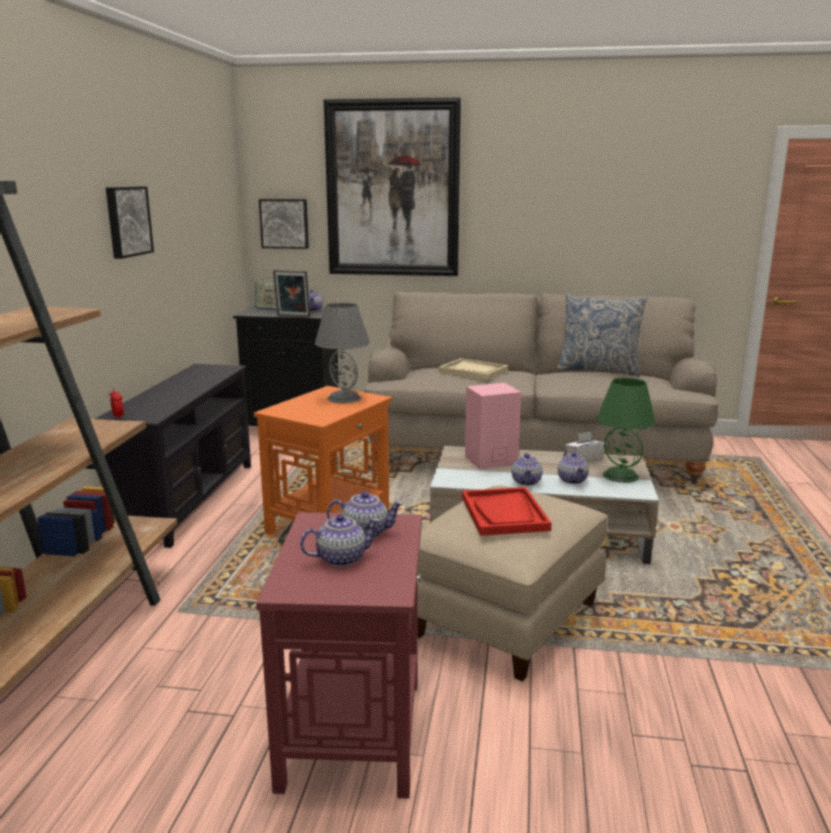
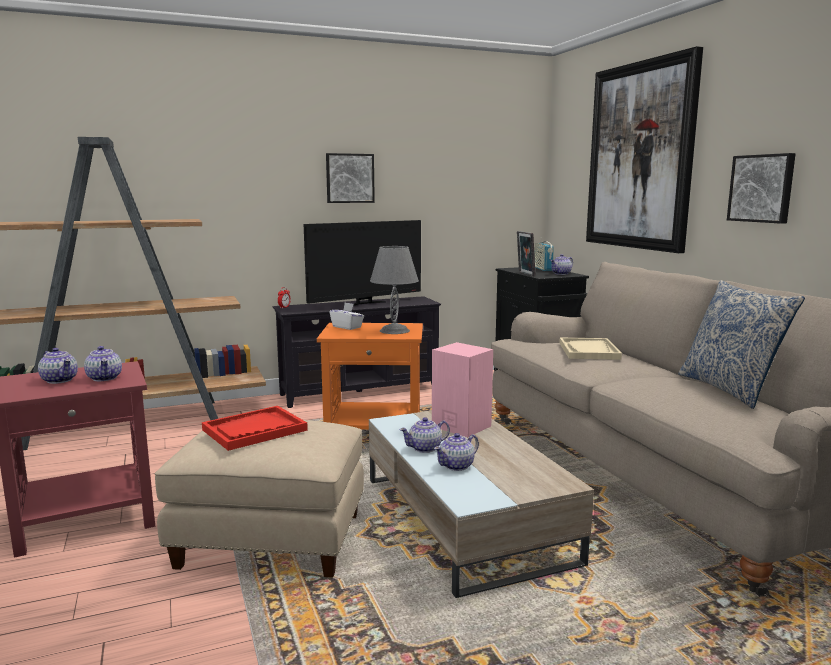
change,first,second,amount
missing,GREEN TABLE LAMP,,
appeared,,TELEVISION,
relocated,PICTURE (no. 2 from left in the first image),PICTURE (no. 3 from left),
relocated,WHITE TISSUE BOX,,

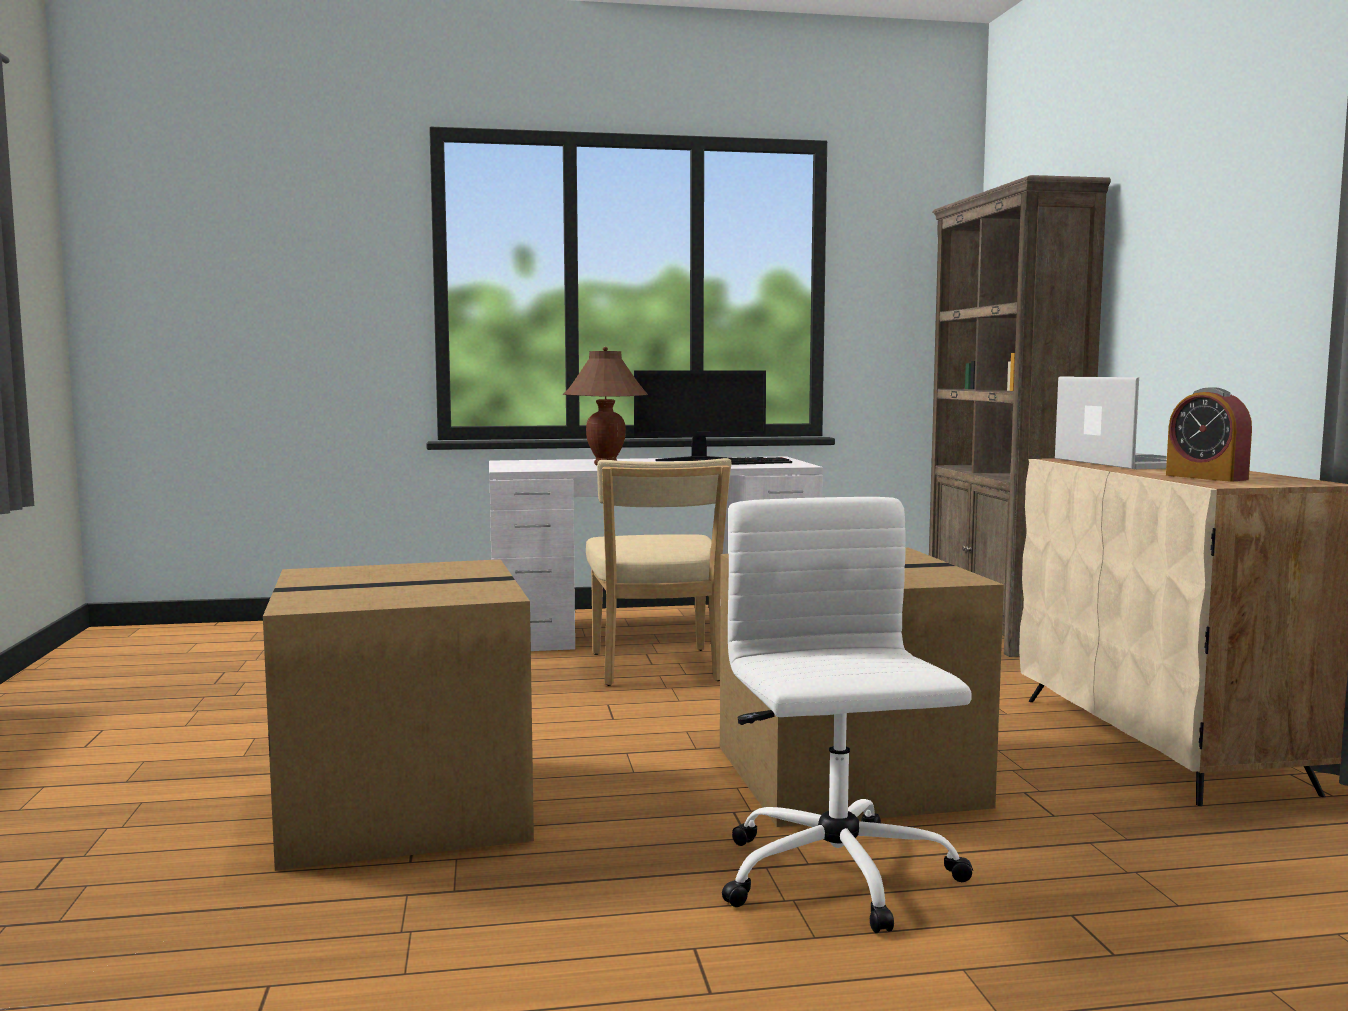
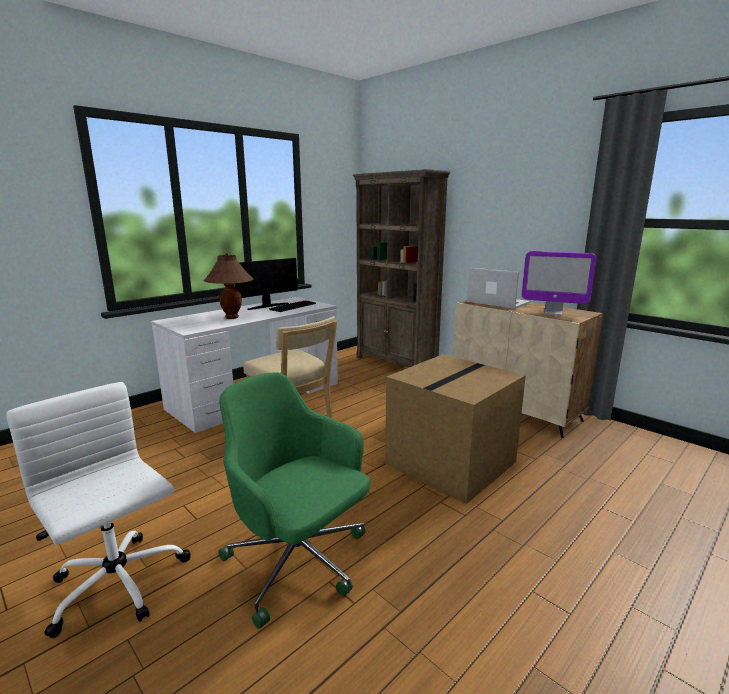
change,first,second,amount
relocated,WHITE OFFICE CHAIR,,
exchanged,CARDBOARD BOX (no. 1 from left),GREEN OFFICE CHAIR,
exchanged,ALARM CLOCK,MONITOR (no. 2 from left),

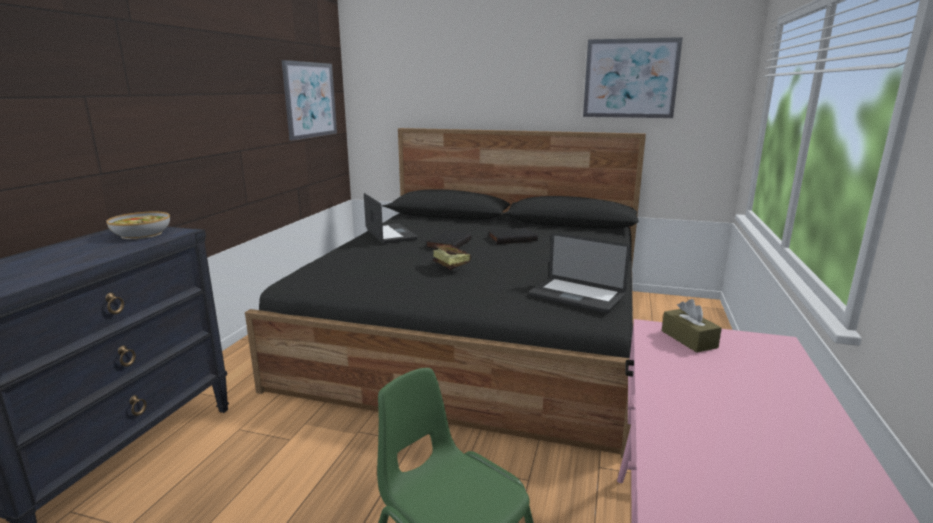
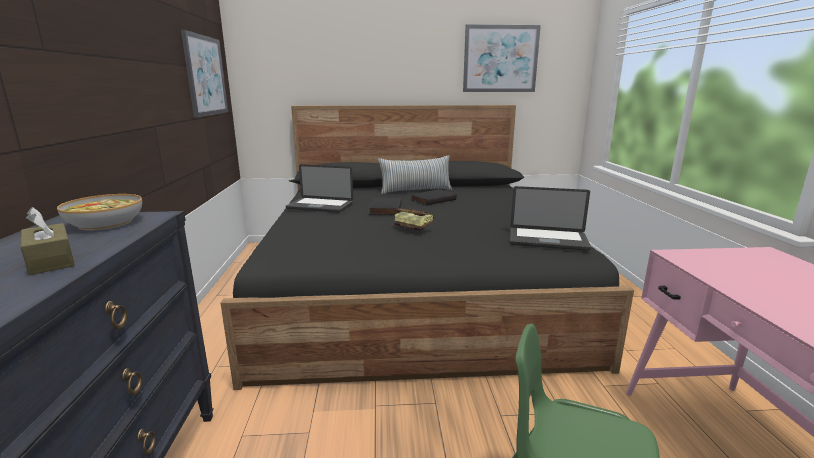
change,first,second,amount
appeared,,PILLOW,
relocated,BROWN TISSUE BOX,,
spun,LAPTOP (no. 1 from left),,150 degrees clockwise

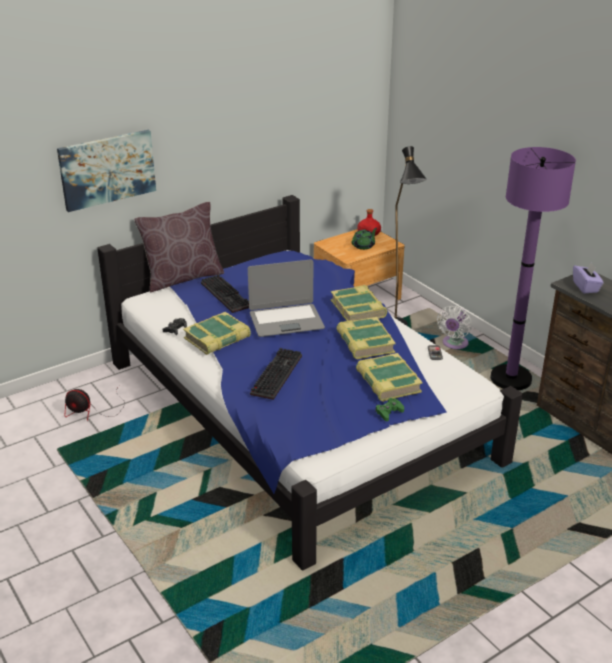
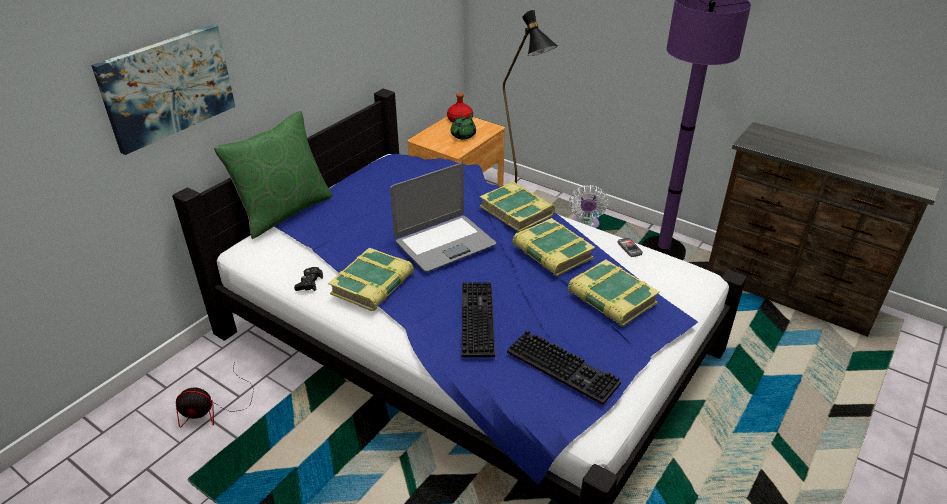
change,first,second,amount
missing,GREEN GAME CONTROLLER,,
missing,PURPLE TISSUE BOX,,
relocated,KEYBOARD (no. 1 from left in the first image),KEYBOARD (no. 2 from left),
colour,BROWN PILLOW,GREEN PILLOW,

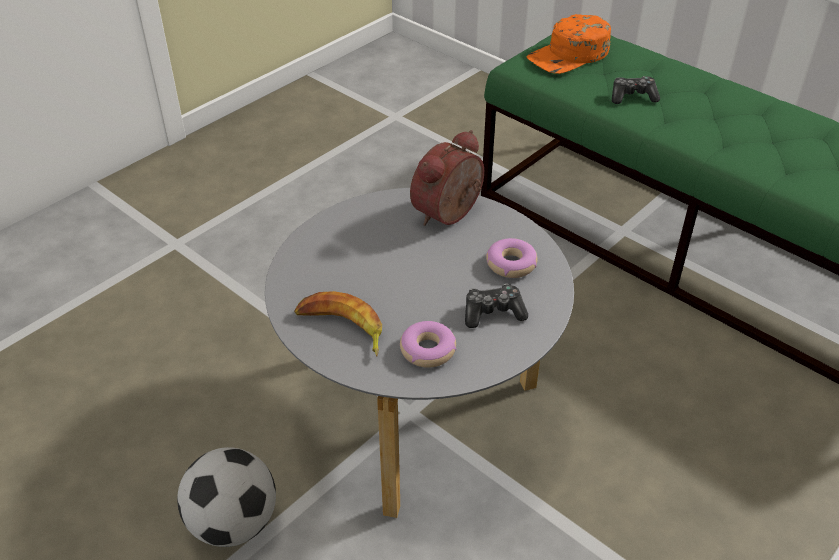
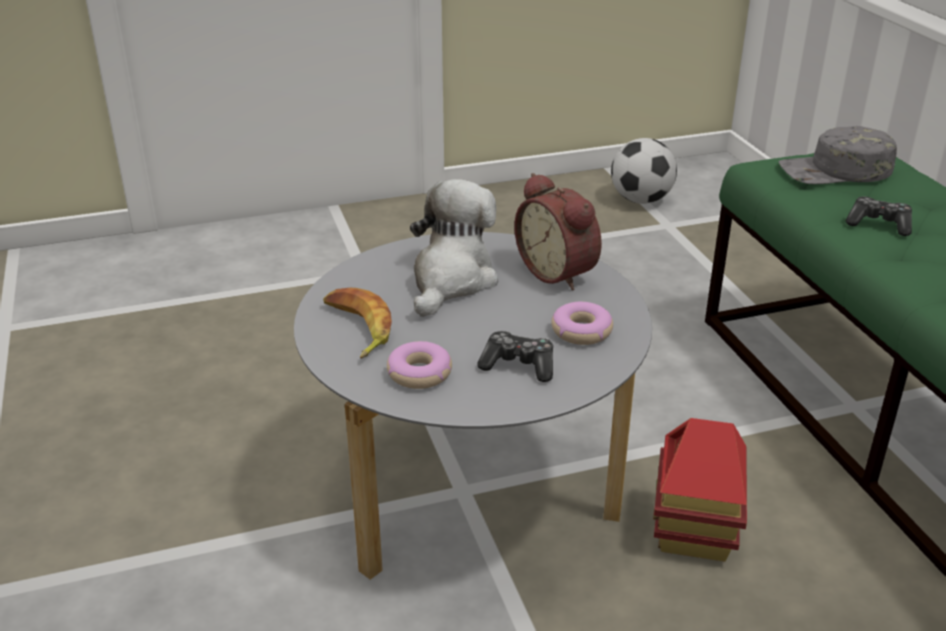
change,first,second,amount
appeared,,PLUSH TOY,
appeared,,TOY HOUSE,
relocated,FOOTBALL,,
colour,ORANGE CAP,GREY CAP,
spun,ALARM CLOCK,,105 degrees counterclockwise

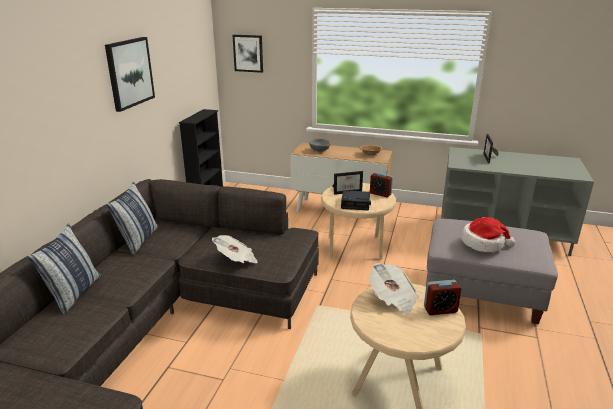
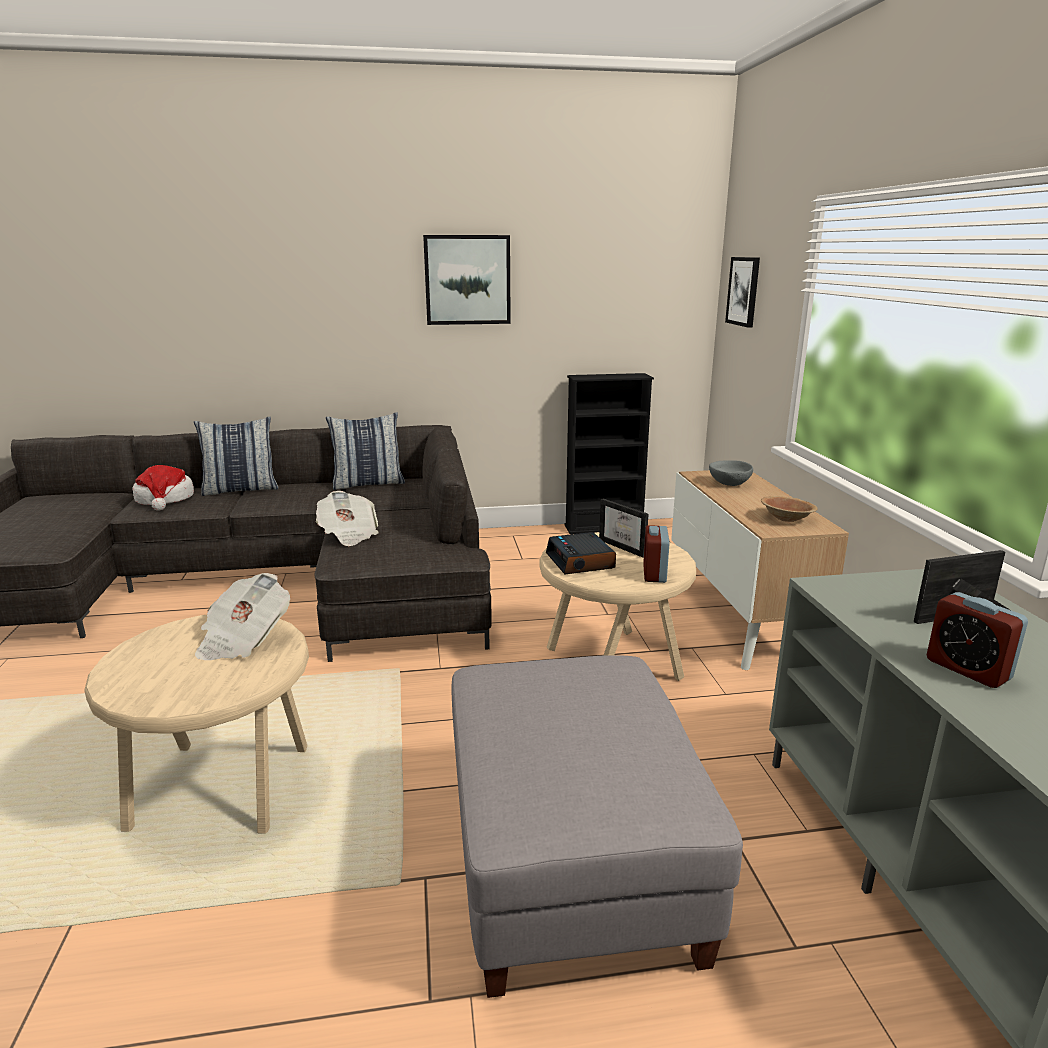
change,first,second,amount
relocated,ALARM CLOCK (no. 3 from left),,
relocated,HAT,,

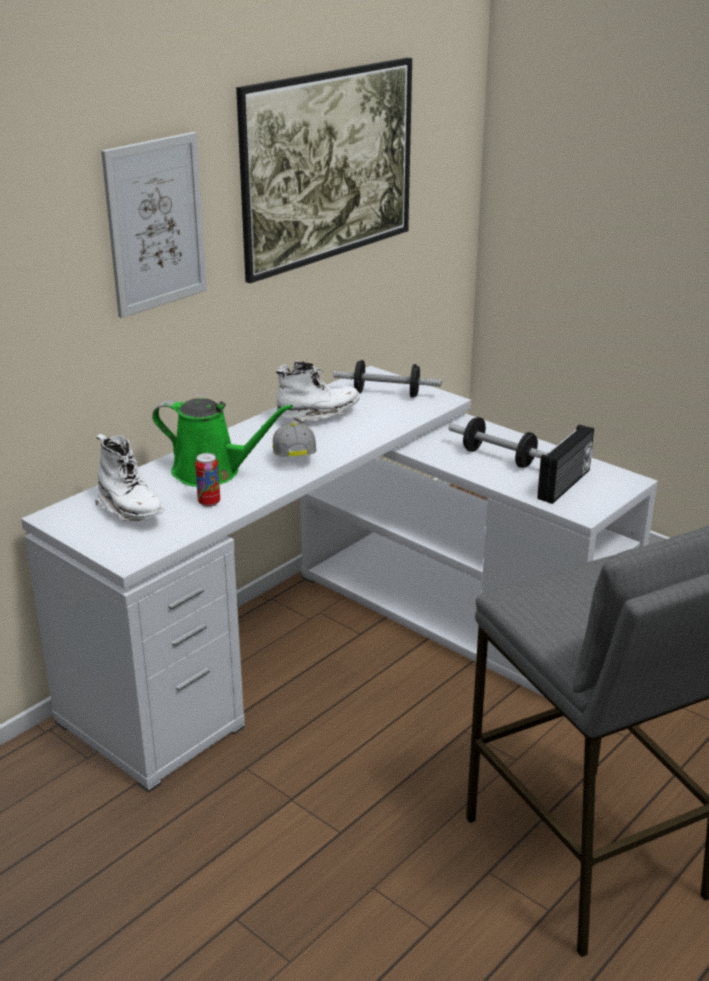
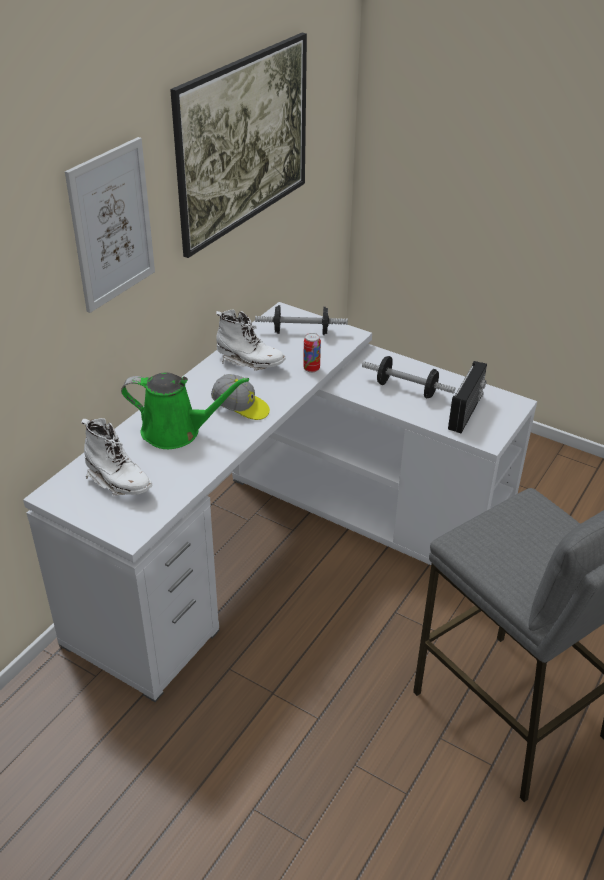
change,first,second,amount
relocated,CAN,,
spun,CAP,,135 degrees clockwise
spun,WHITE BOOT (no. 2 from left),,60 degrees clockwise

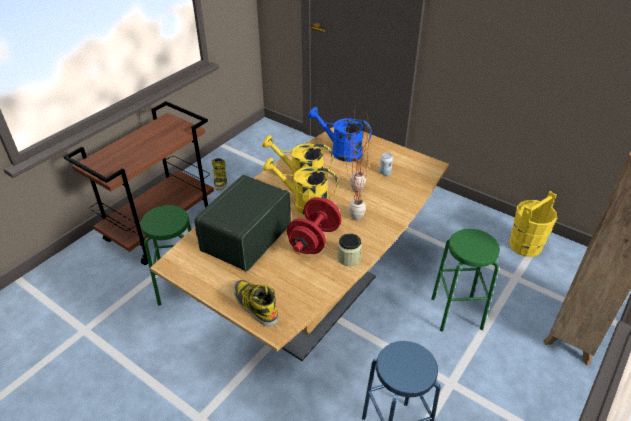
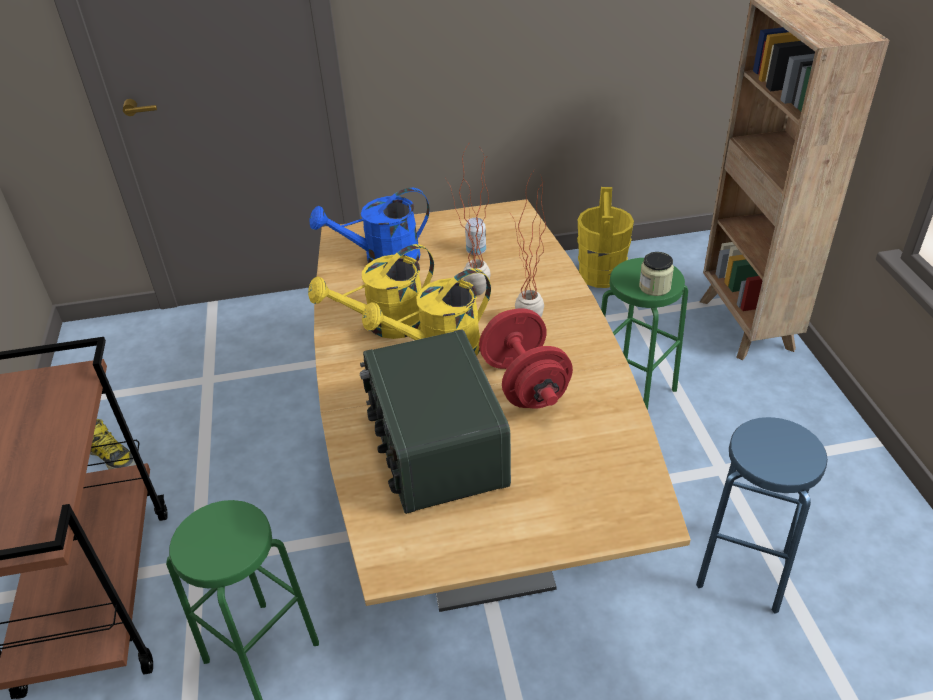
change,first,second,amount
missing,BOOT (no. 2 from left),,
relocated,JAR,,

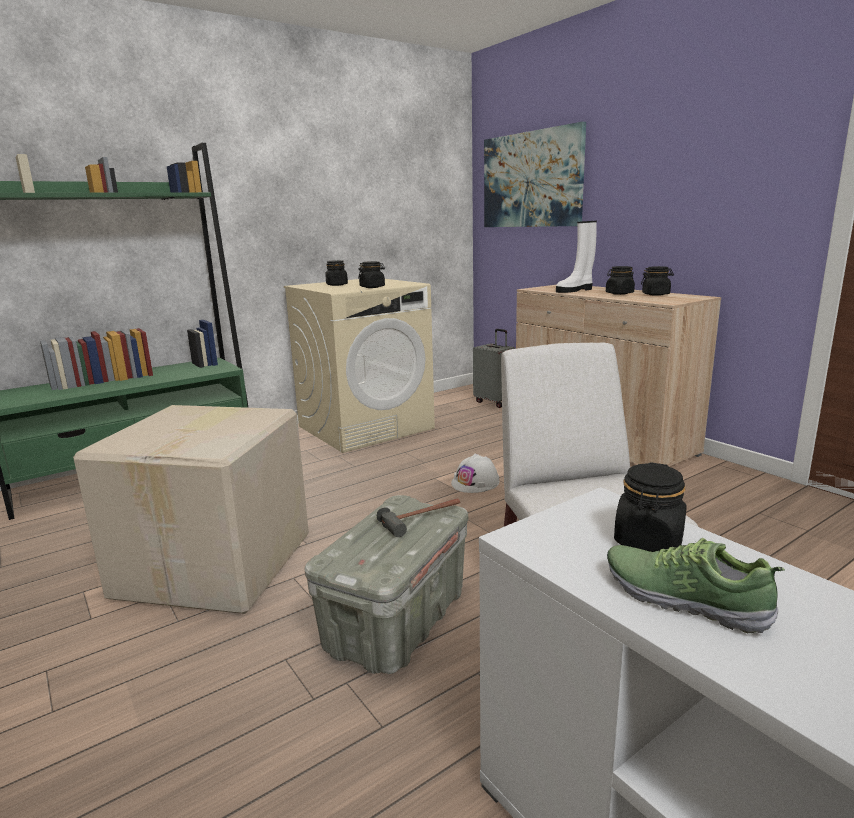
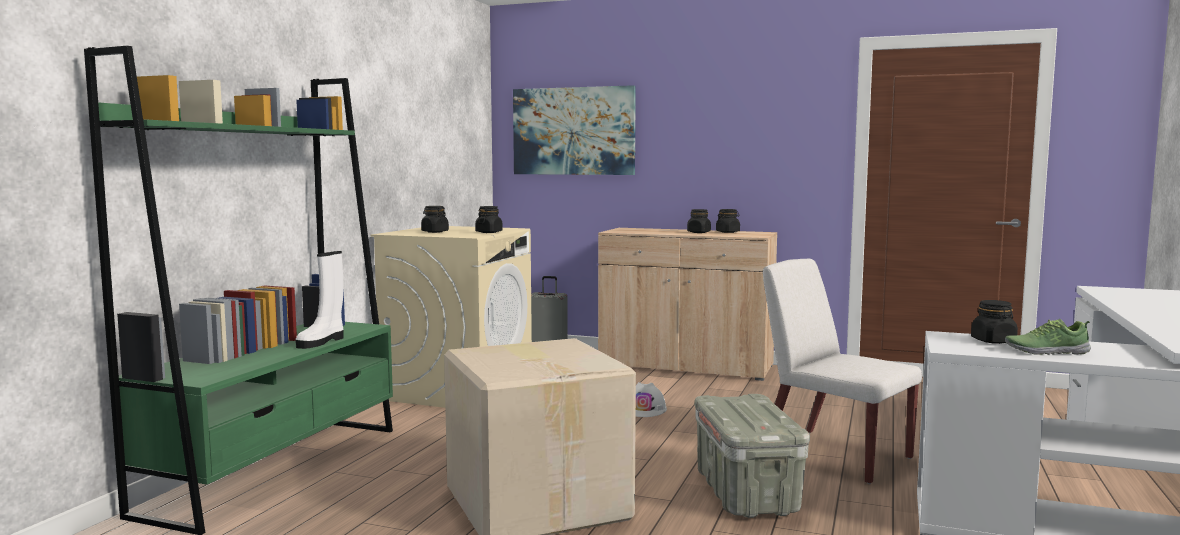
change,first,second,amount
missing,HAMMER,,
relocated,WHITE BOOT,,

